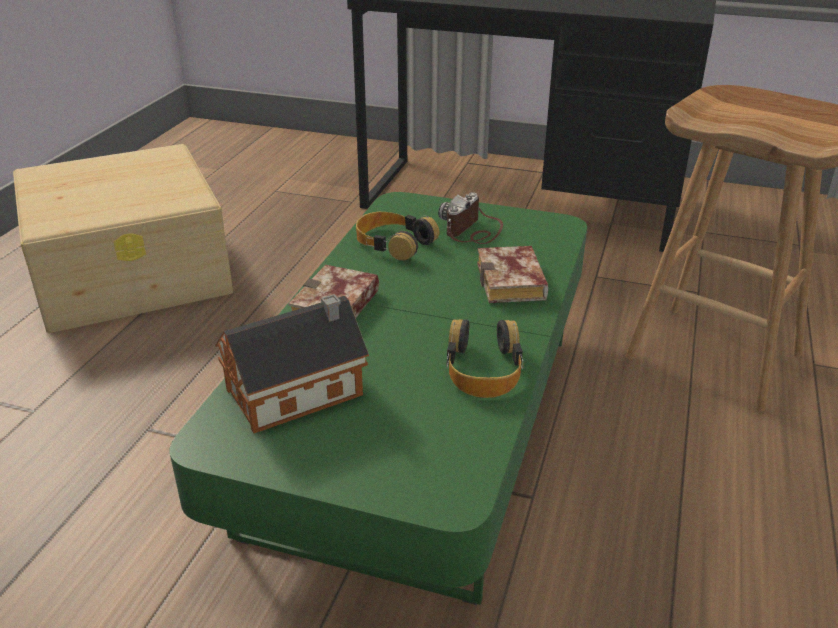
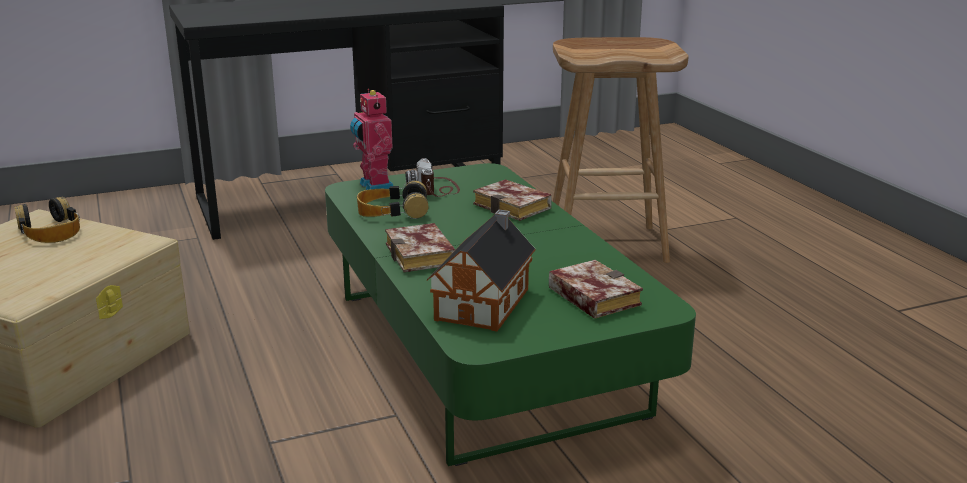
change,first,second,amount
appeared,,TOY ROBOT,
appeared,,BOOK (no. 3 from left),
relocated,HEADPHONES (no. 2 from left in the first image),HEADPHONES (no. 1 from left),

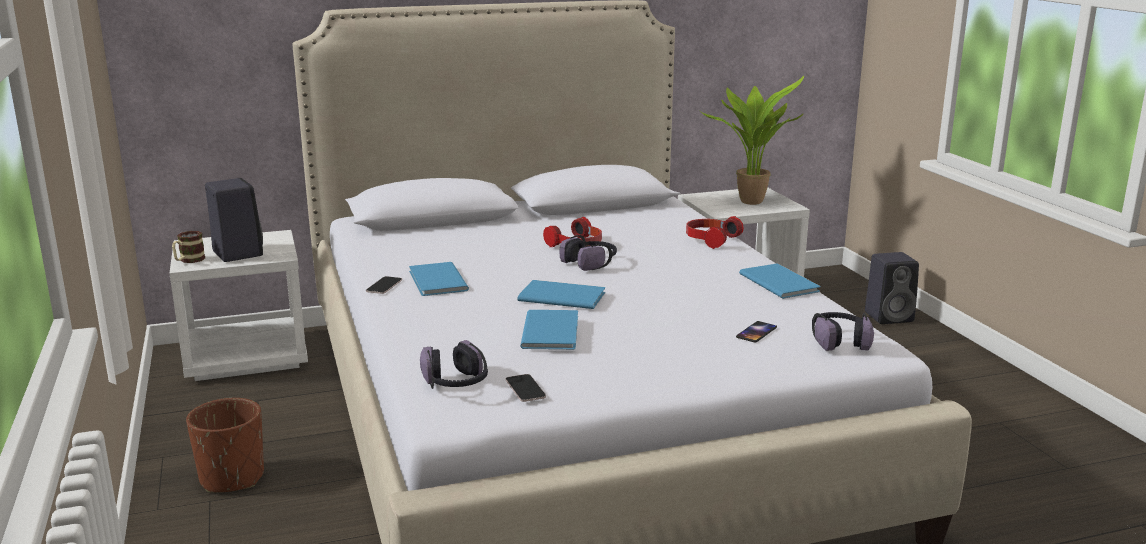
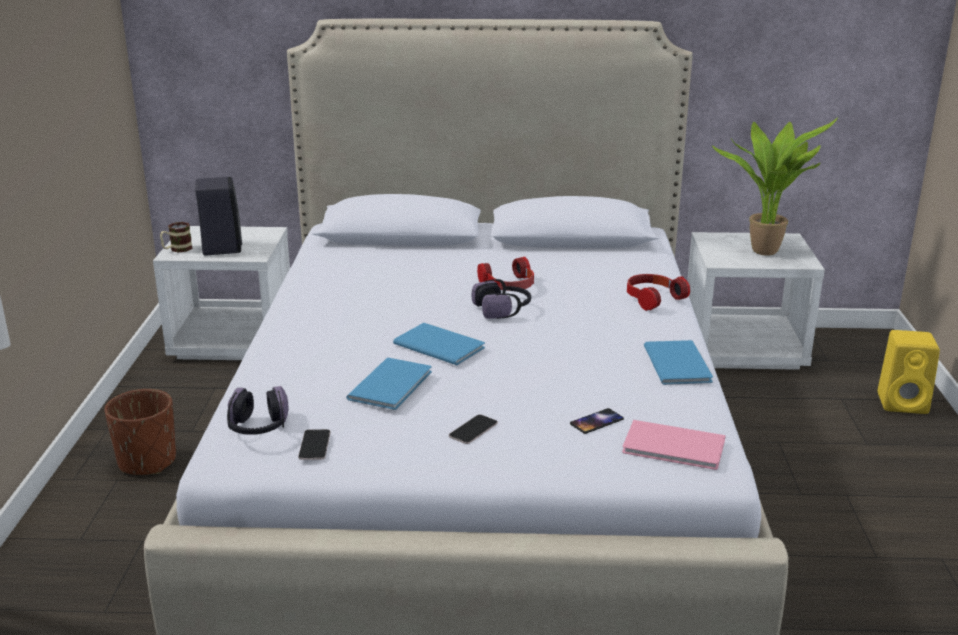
change,first,second,amount
missing,BLUE BOOK (no. 1 from left),,
relocated,PHONE (no. 1 from left in the first image),PHONE (no. 2 from left),
exchanged,HEADPHONES (no. 5 from left),PINK BOOK,
colour,BLACK SPEAKER (no. 2 from left),YELLOW SPEAKER,

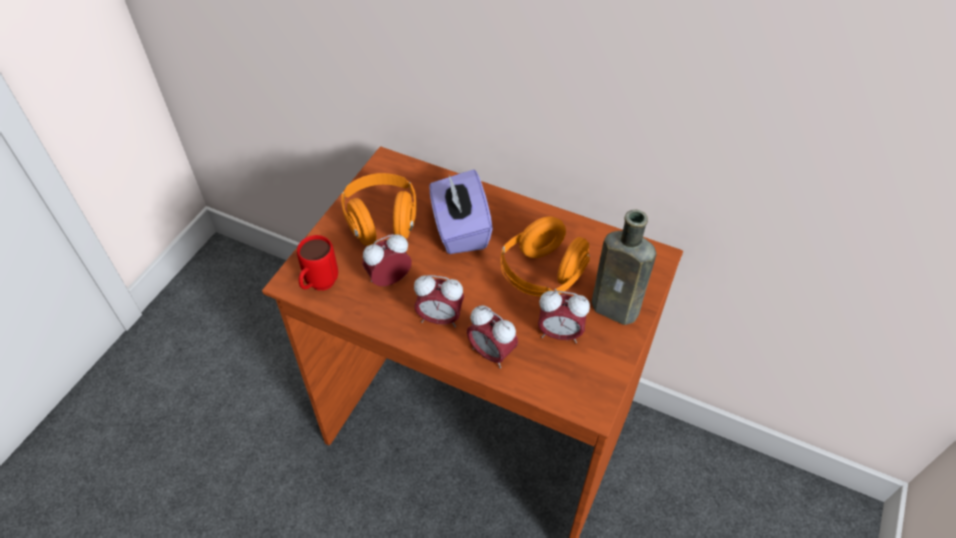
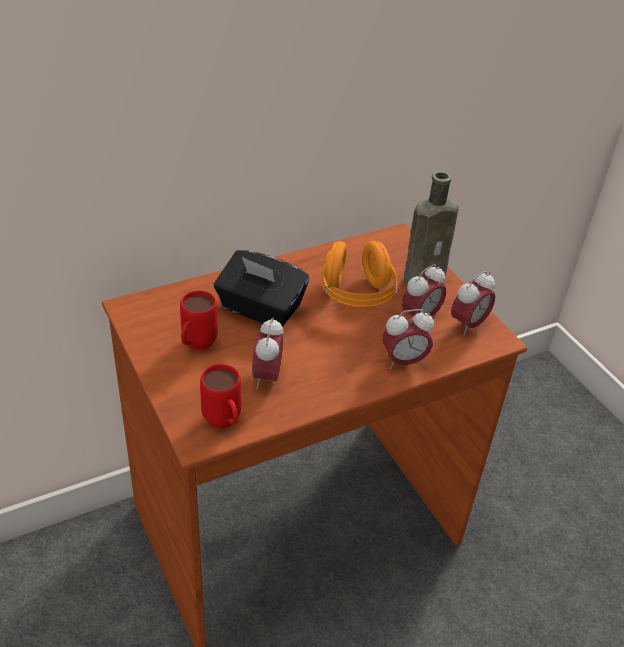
change,first,second,amount
relocated,ALARM CLOCK (no. 2 from left in the first image),ALARM CLOCK (no. 4 from left),
exchanged,ORANGE HEADPHONES (no. 1 from left),RED MUG (no. 1 from left),
colour,PURPLE TISSUE BOX,BLACK TISSUE BOX,

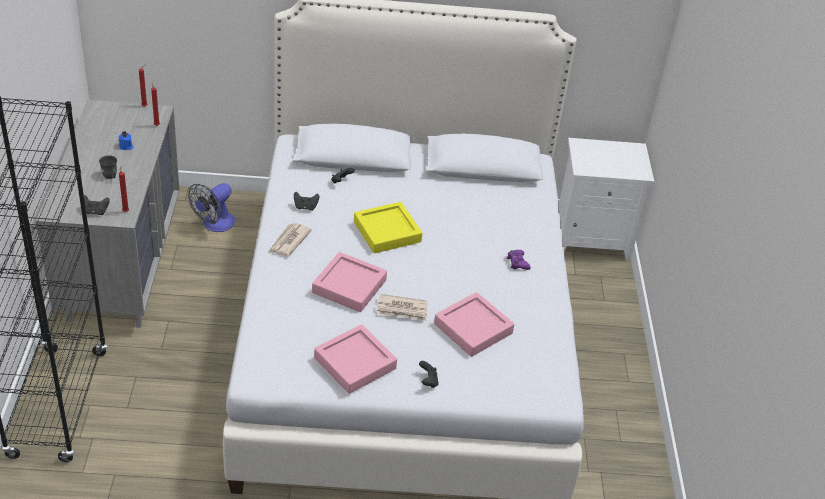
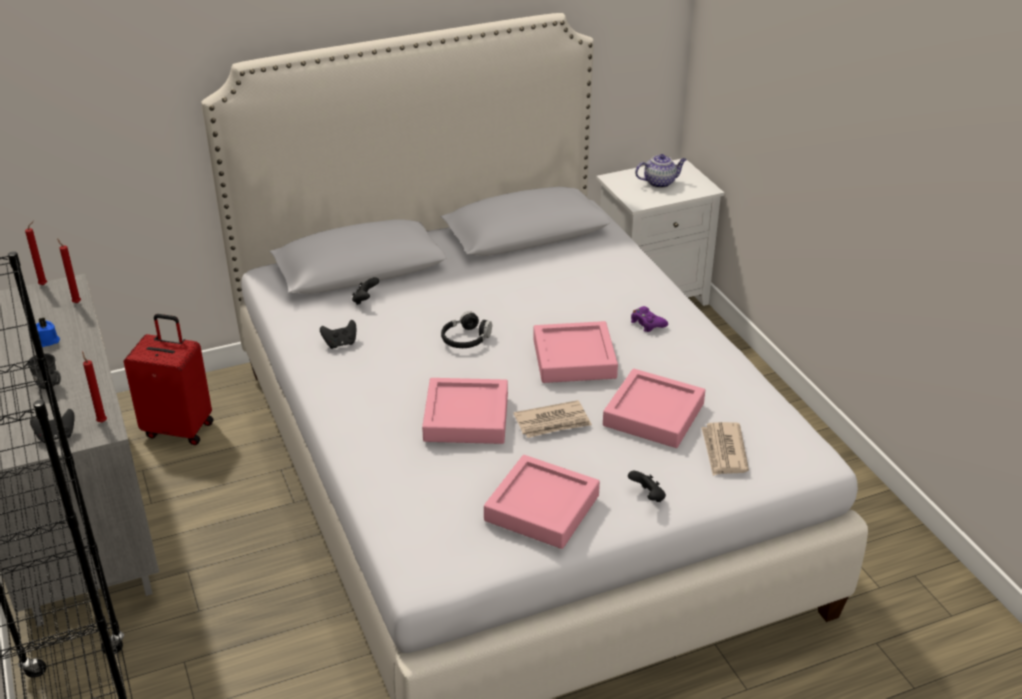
change,first,second,amount
appeared,,PINK TRAY (no. 3 from left),
appeared,,TEAPOT,
relocated,NEWSPAPER (no. 1 from left in the first image),NEWSPAPER (no. 2 from left),
exchanged,FAN,RED SUITCASE,
exchanged,YELLOW TRAY,BLACK HEADPHONES,

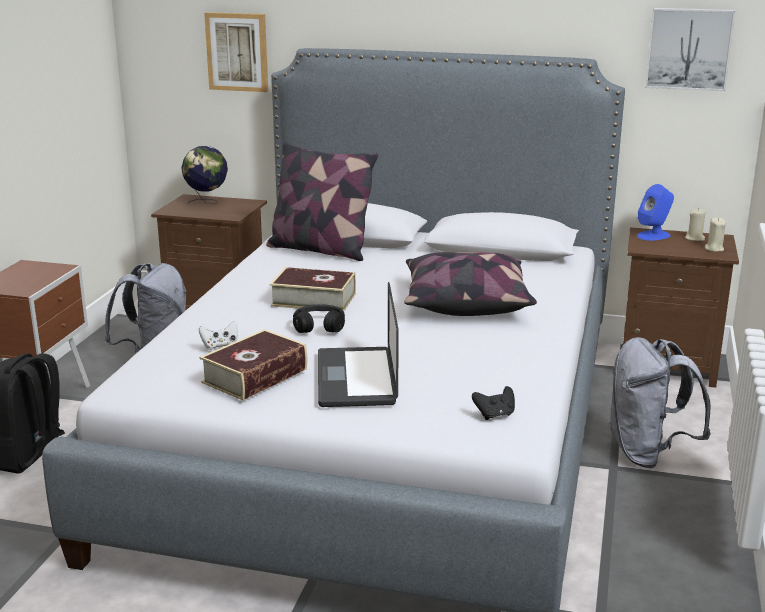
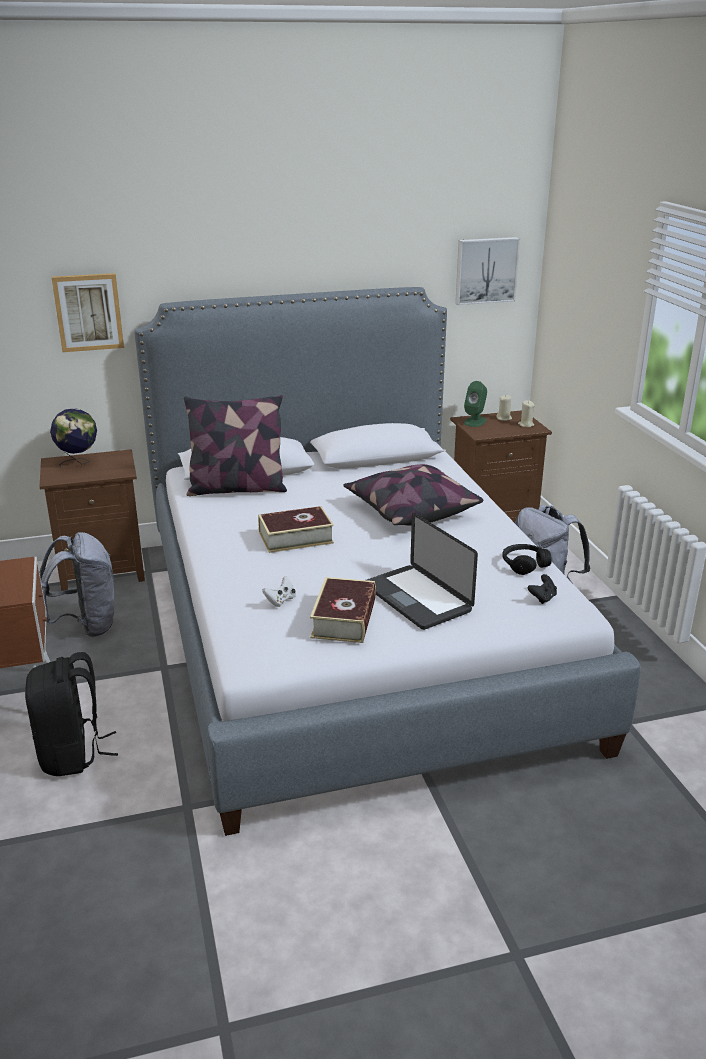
change,first,second,amount
relocated,BLACK HEADPHONES,,
colour,BLUE SPEAKER,GREEN SPEAKER,

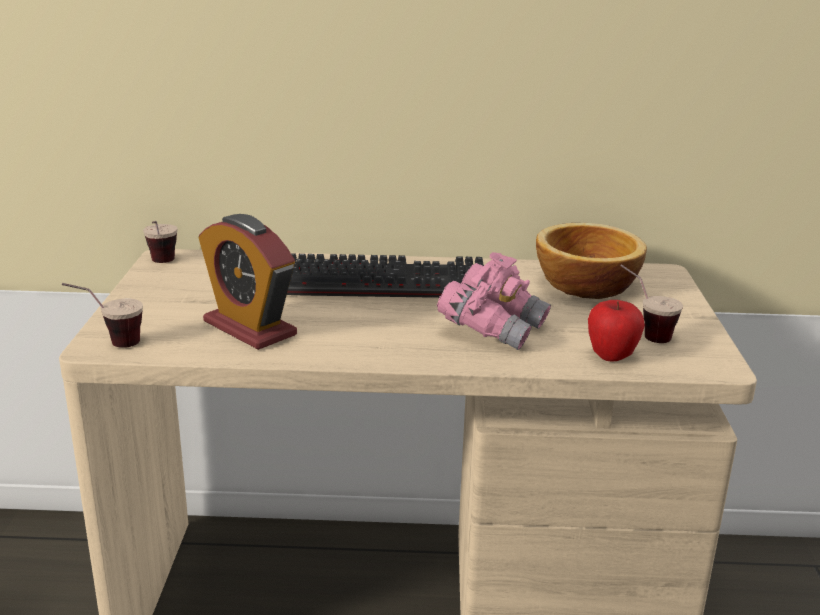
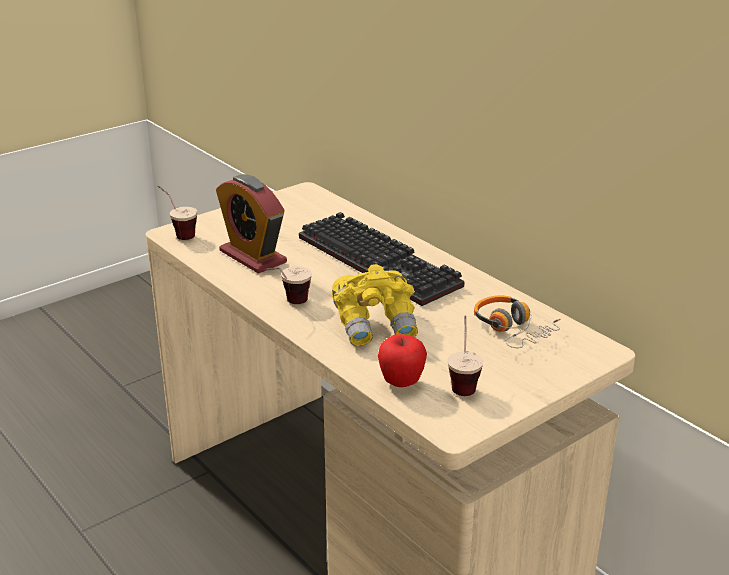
change,first,second,amount
relocated,CUP (no. 2 from left),,
exchanged,BOWL,HEADPHONES,
colour,PINK BINOCULARS,YELLOW BINOCULARS,
spun,ALARM CLOCK,,45 degrees counterclockwise

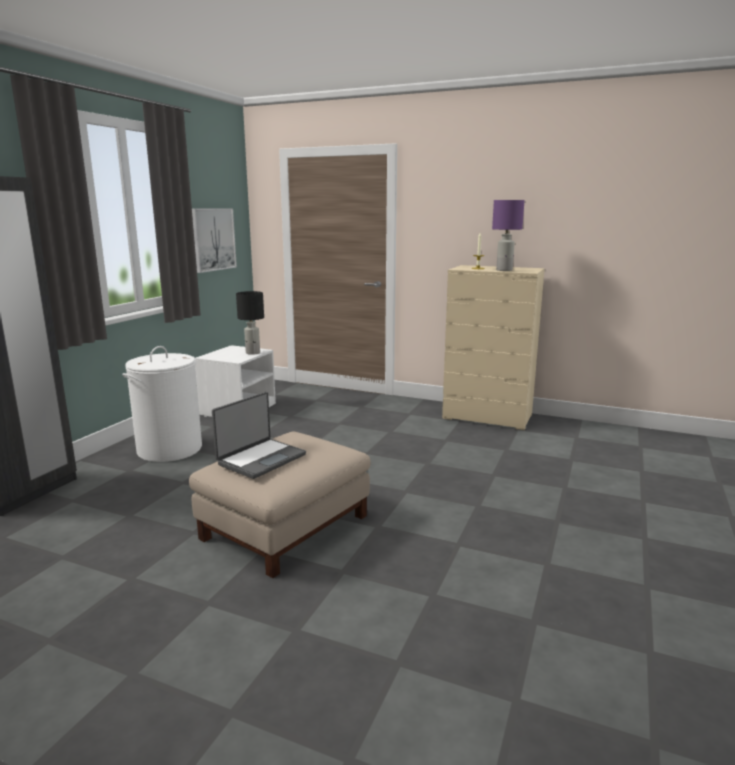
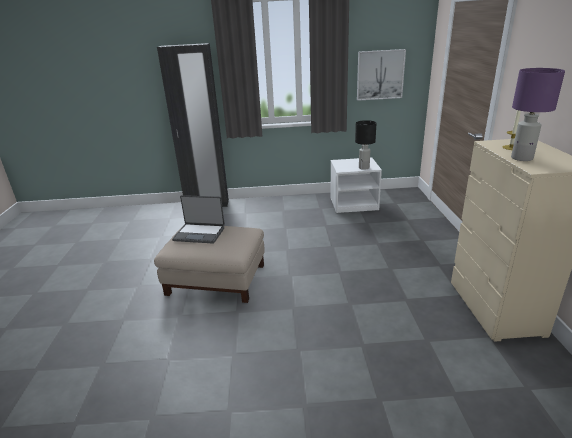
change,first,second,amount
missing,WHITE LAUNDRY BASKET,,

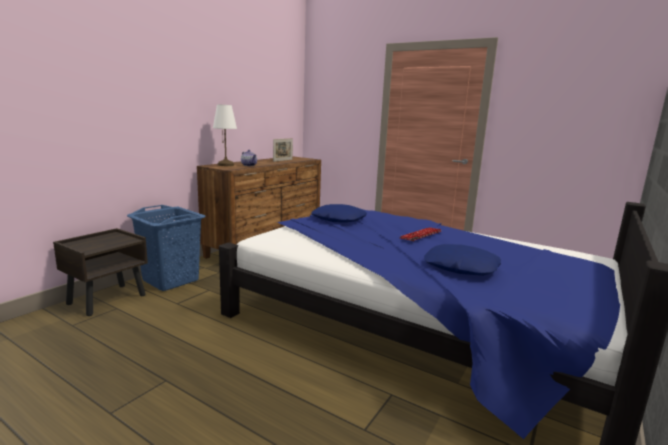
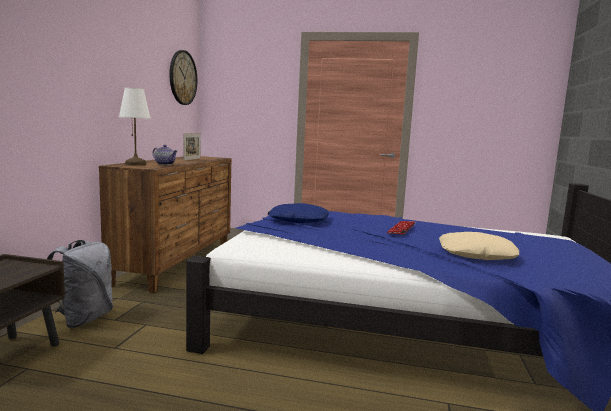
change,first,second,amount
appeared,,WALL CLOCK,
exchanged,BLUE LAUNDRY BASKET,GREY BACKPACK,
colour,BLUE PILLOW (no. 2 from left),BEIGE PILLOW,

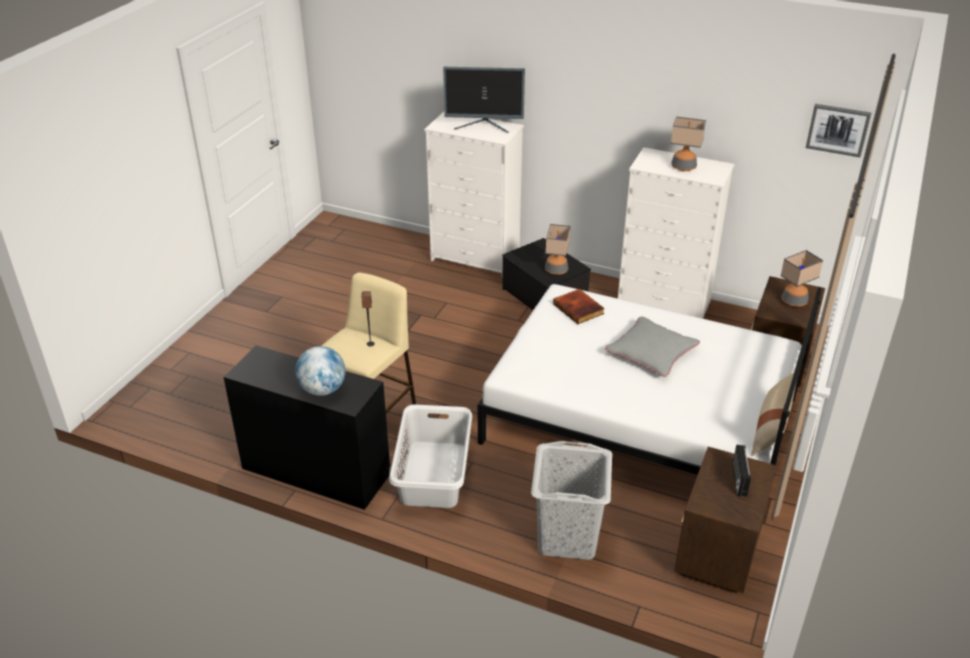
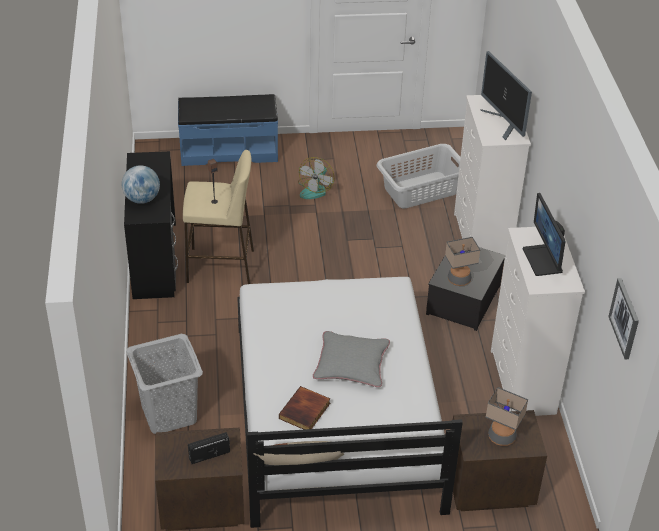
change,first,second,amount
appeared,,BLUE BENCH,
appeared,,FAN,
relocated,GREY LAUNDRY BASKET (no. 1 from left in the first image),GREY LAUNDRY BASKET (no. 2 from left),
relocated,BOOK,,
exchanged,TABLE LAMP (no. 2 from left),MONITOR (no. 2 from left),

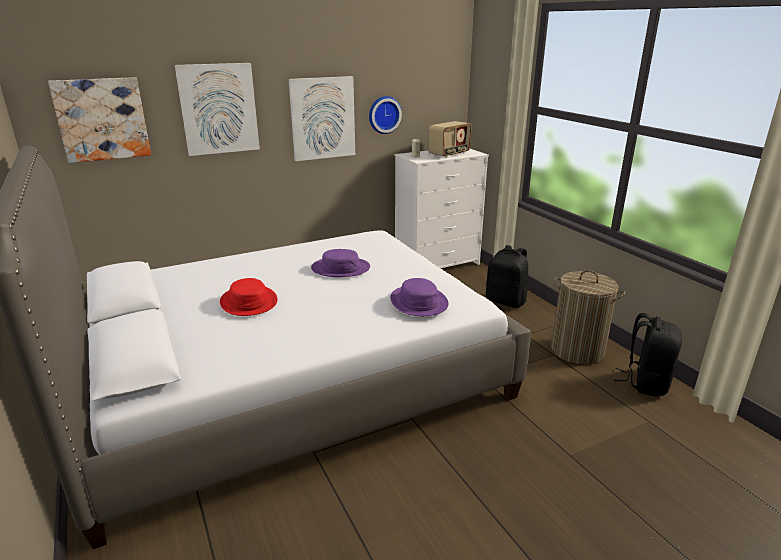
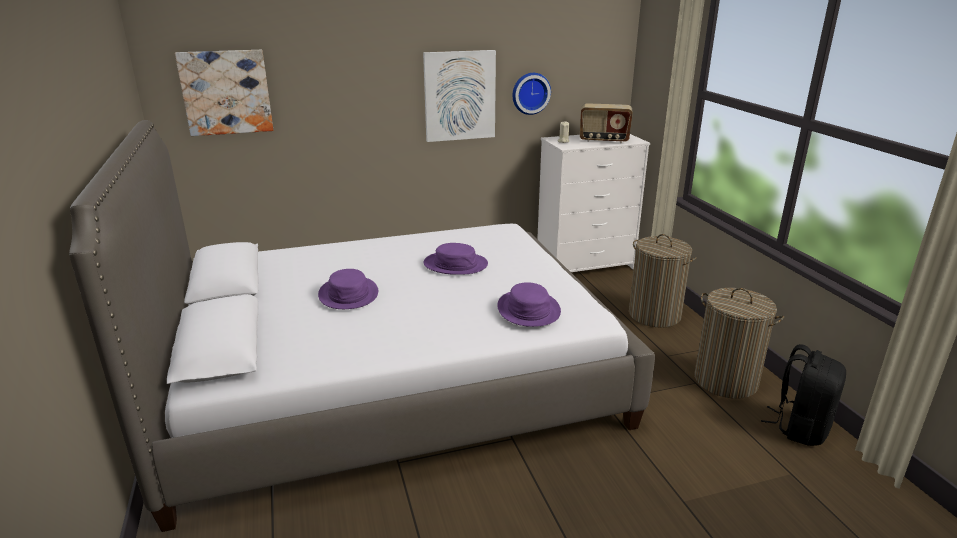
change,first,second,amount
missing,PICTURE (no. 2 from left),,
exchanged,BLACK BACKPACK (no. 1 from left),LAUNDRY BASKET (no. 1 from left),
colour,RED HAT,PURPLE HAT (no. 1 from left),
spun,RADIO,,45 degrees clockwise

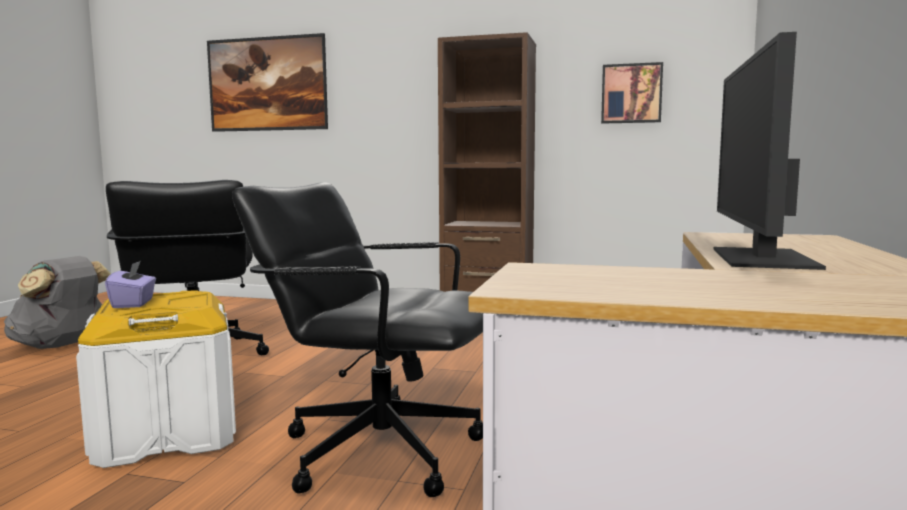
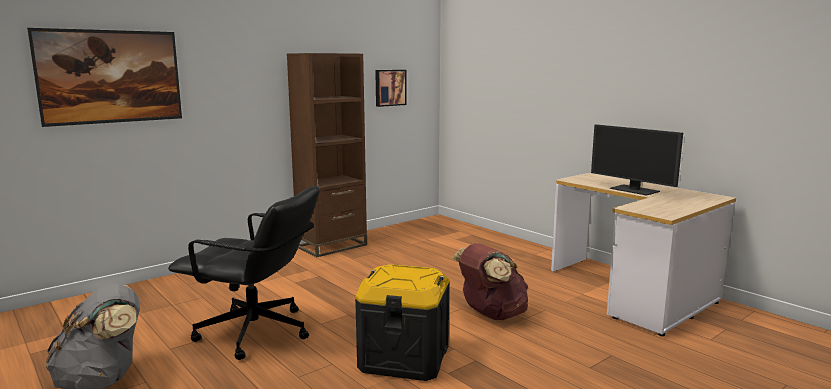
change,first,second,amount
missing,PURPLE TISSUE BOX,,
exchanged,BLACK OFFICE CHAIR (no. 2 from left),BROWN BACKPACK,
colour,WHITE STORAGE BOX,BLACK STORAGE BOX,

